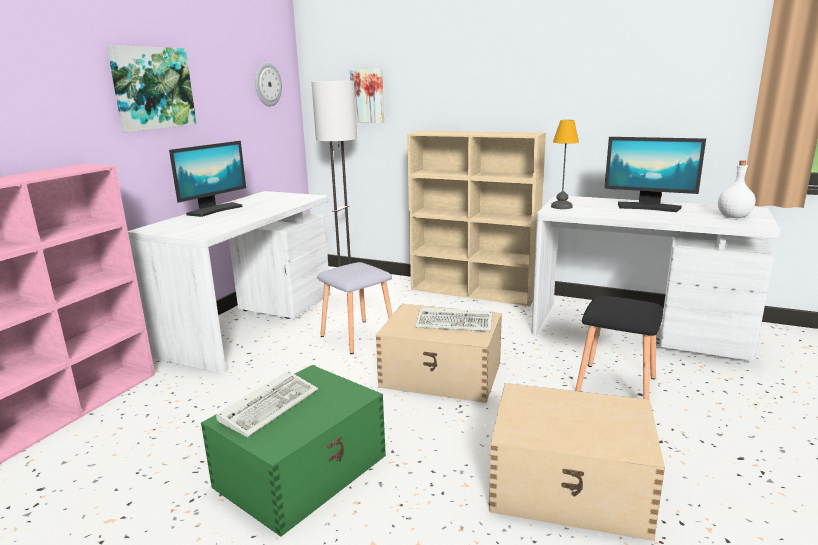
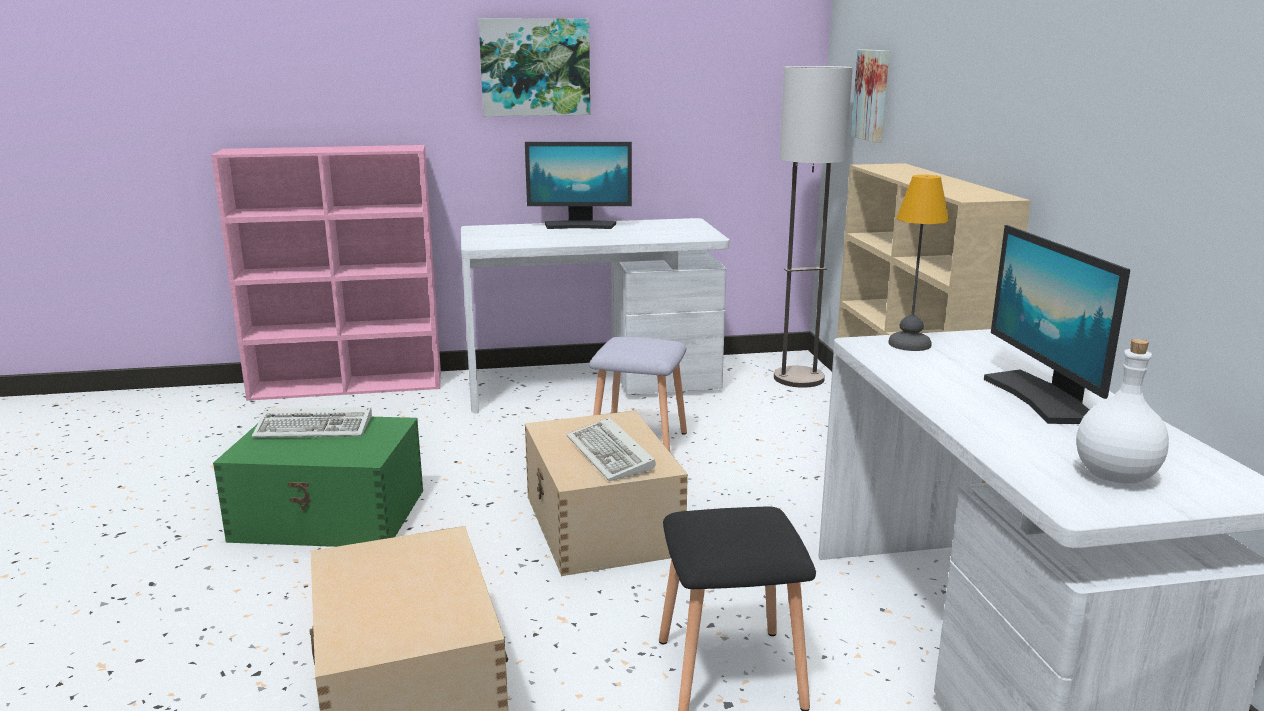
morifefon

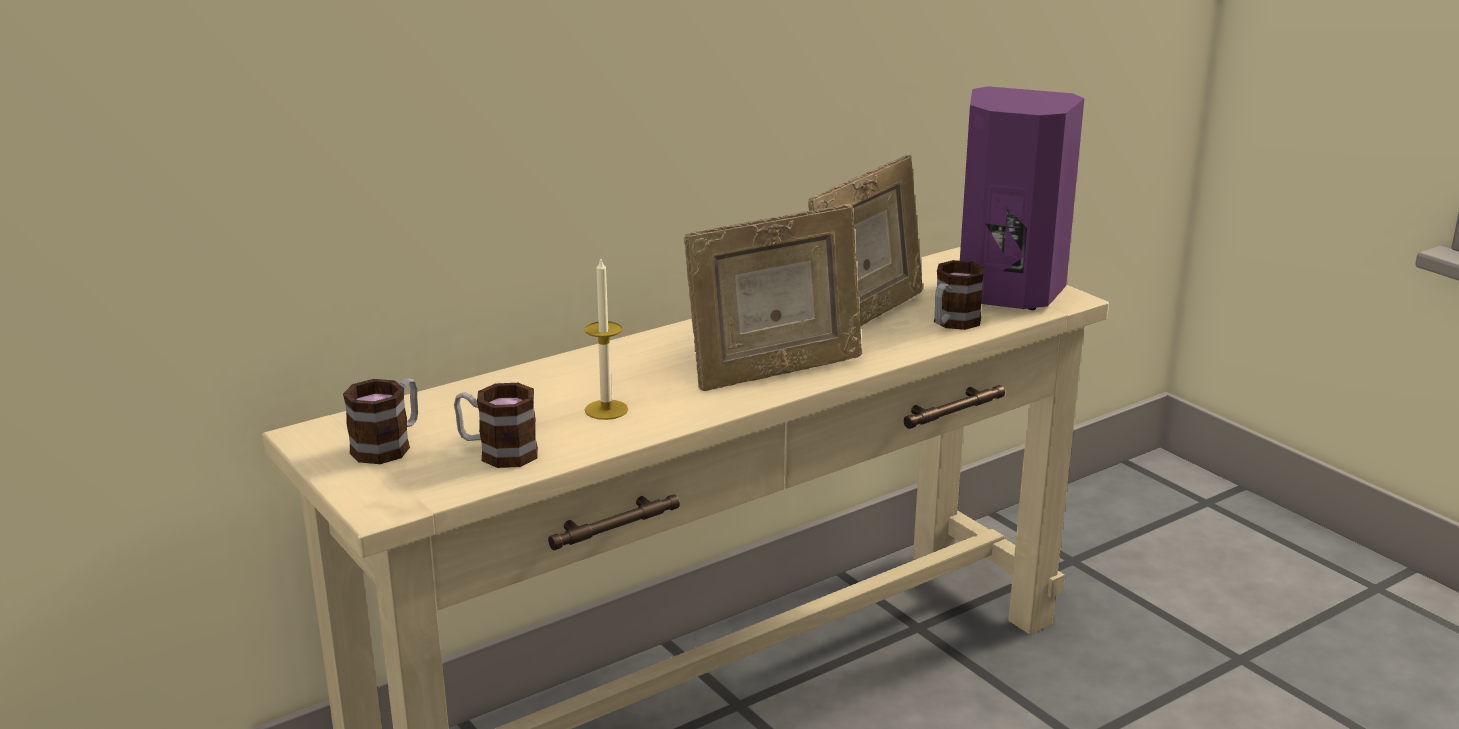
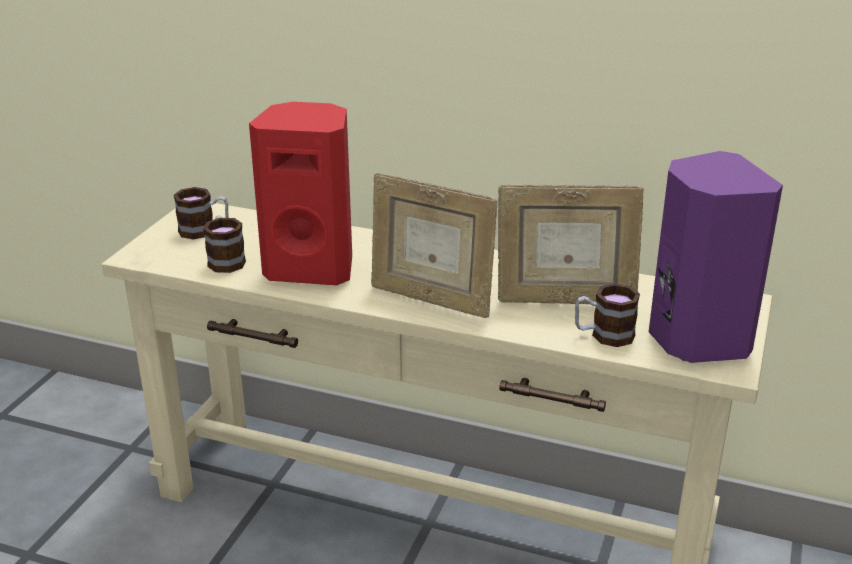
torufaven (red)

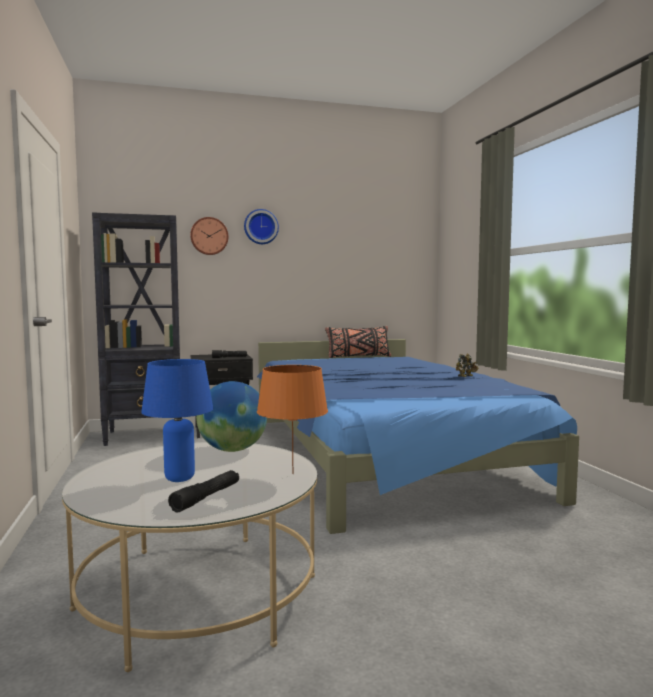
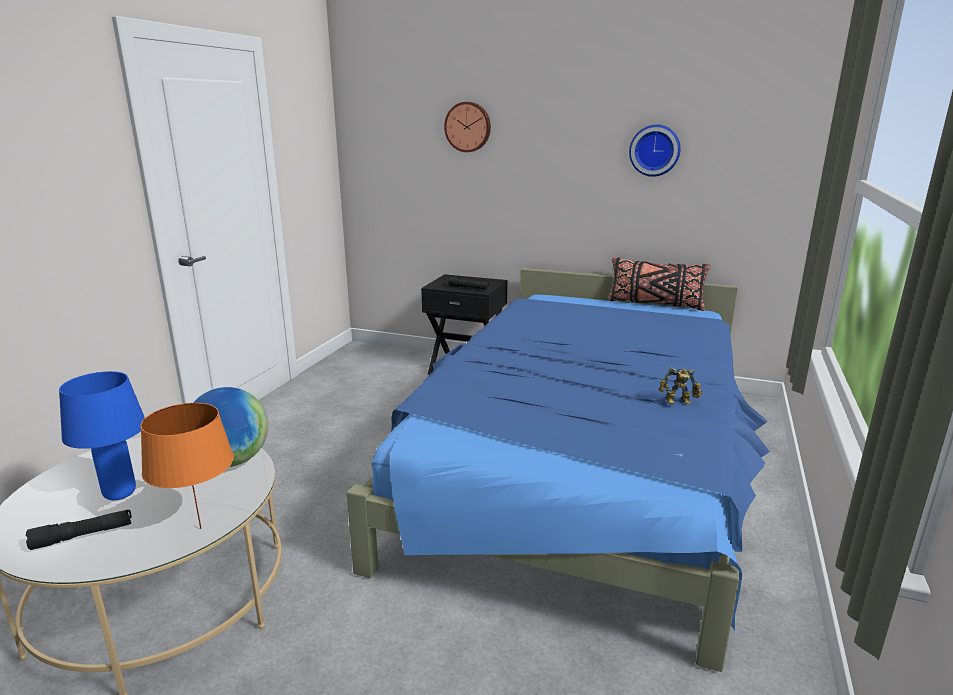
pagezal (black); morifefon (2nd from left)

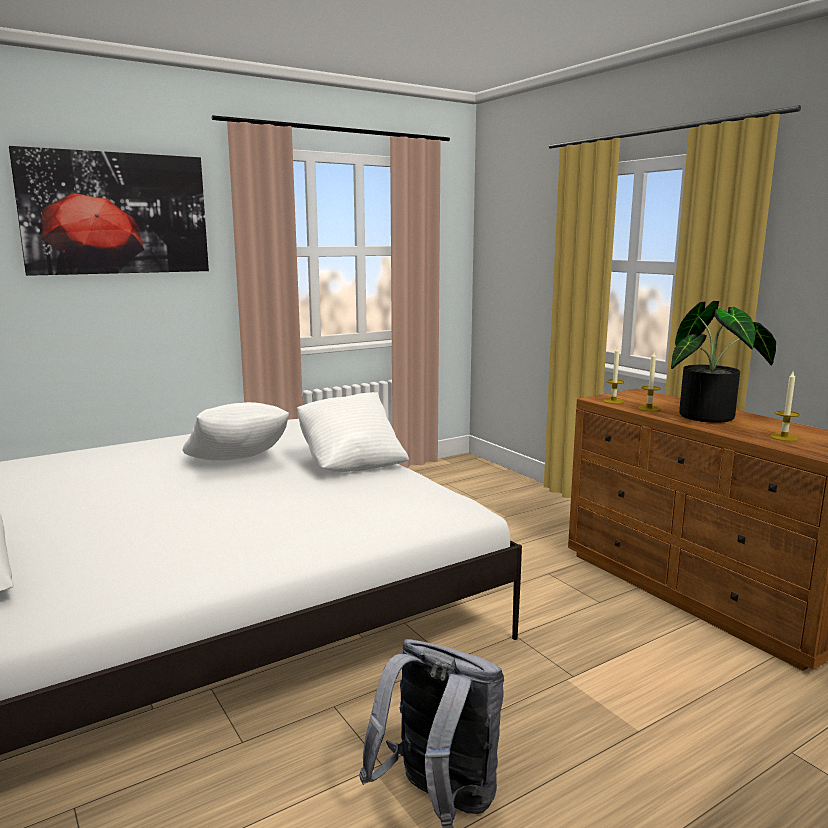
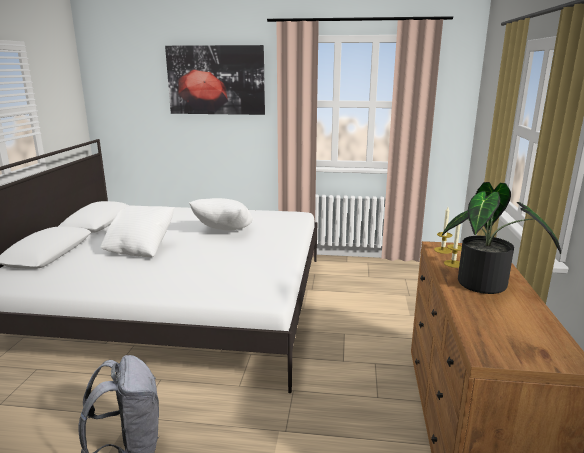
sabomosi (3rd from left in the first image); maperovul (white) (1st from left)

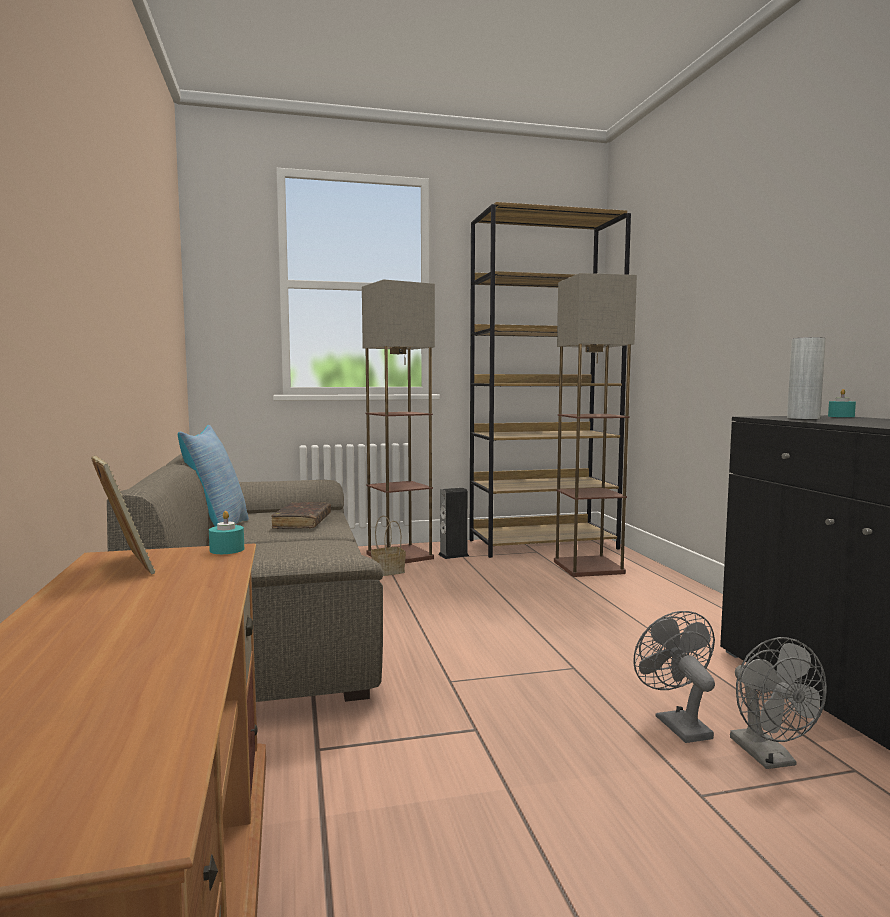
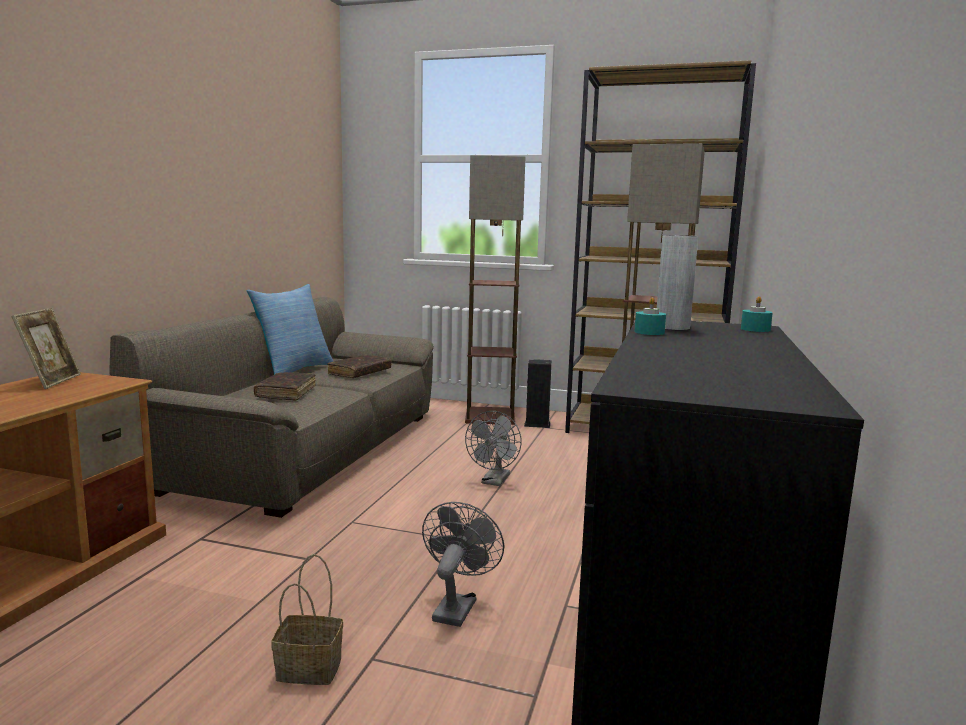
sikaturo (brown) (1st from left); sabomosi (turquoise) (1st from left); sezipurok; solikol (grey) (2nd from left)

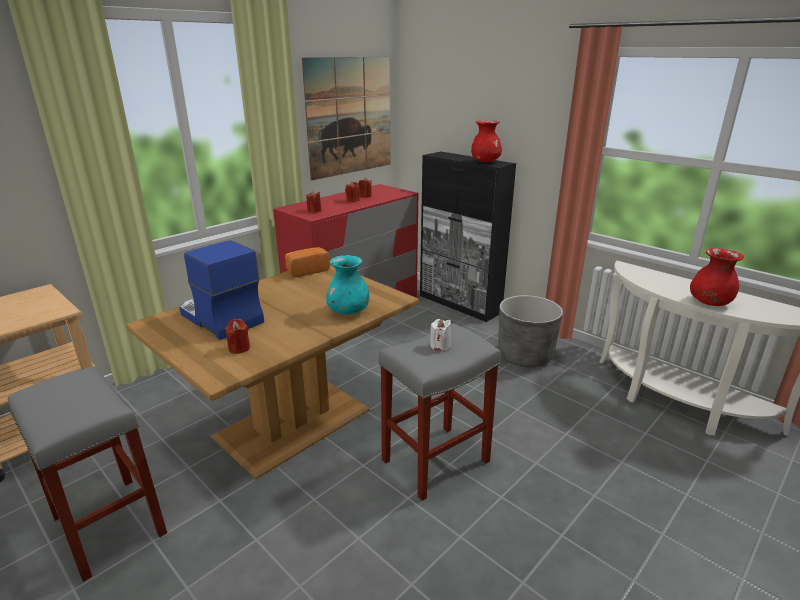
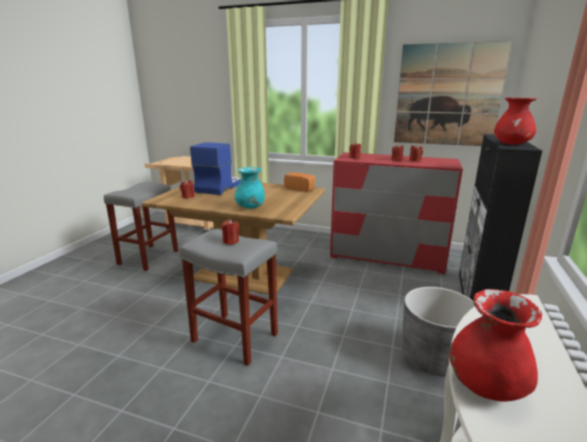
sabomosi (red) (2nd from left)

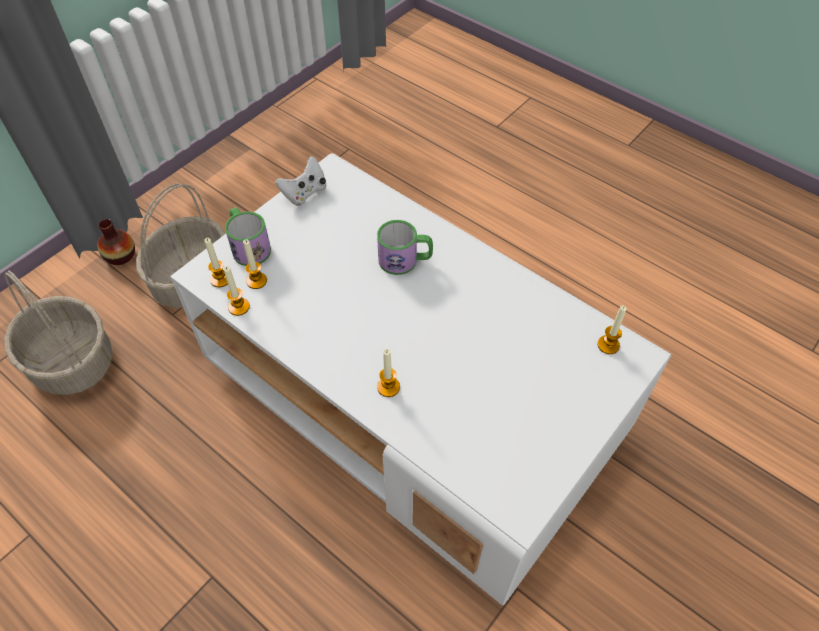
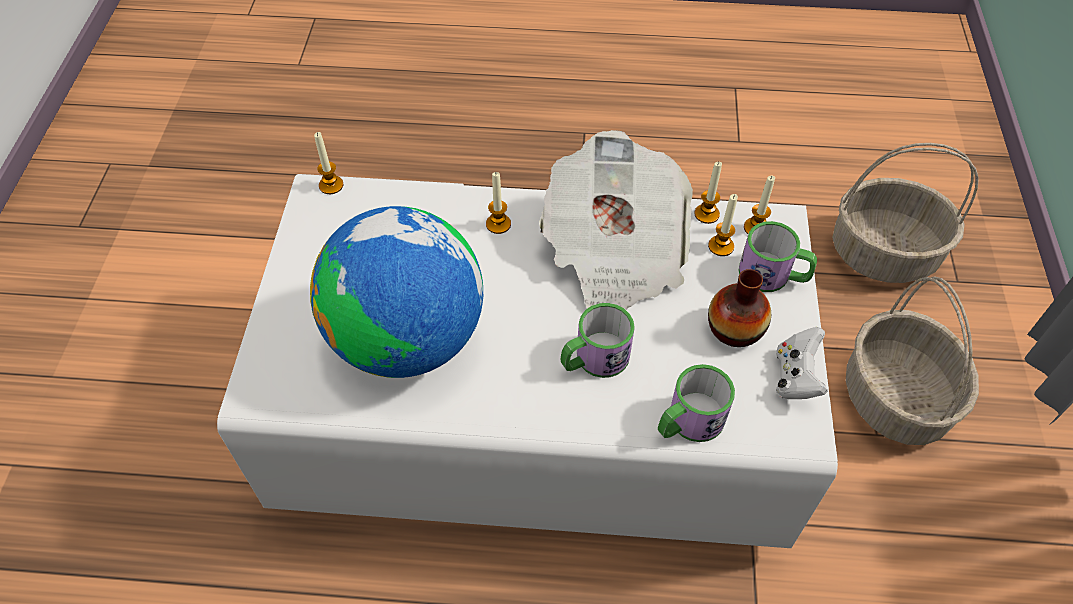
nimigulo; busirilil; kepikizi (2nd from left); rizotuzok; sabomosi (1st from left)

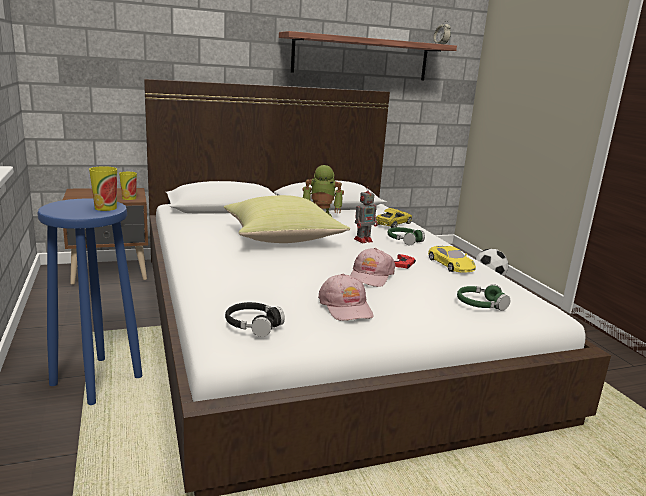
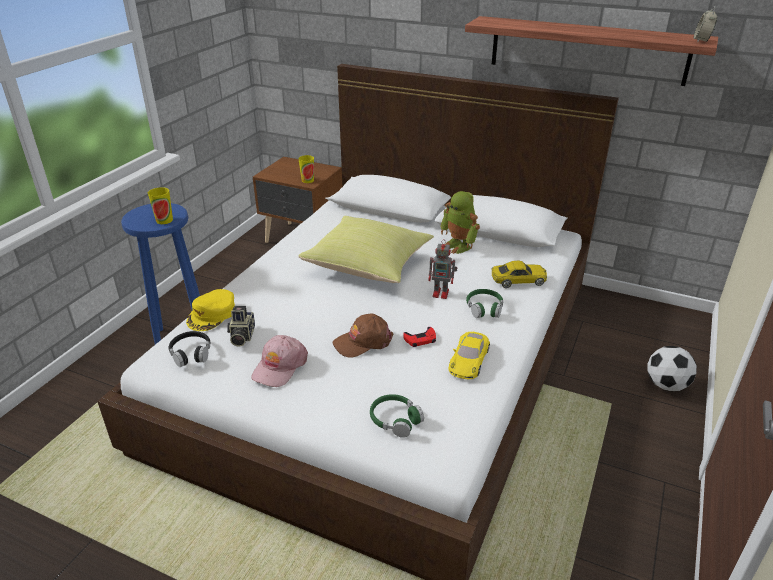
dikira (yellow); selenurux; dikira (brown)

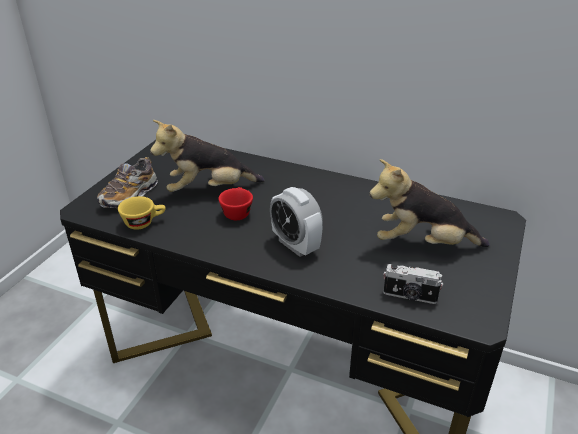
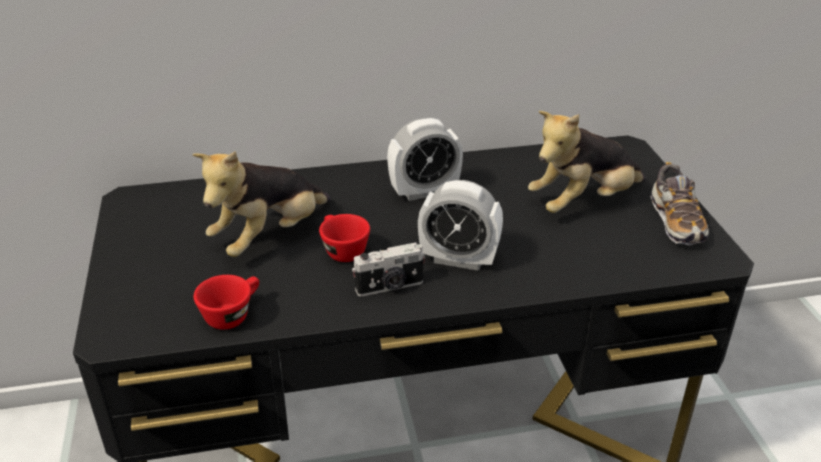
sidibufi (1st from left); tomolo; selenurux; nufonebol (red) (1st from left)

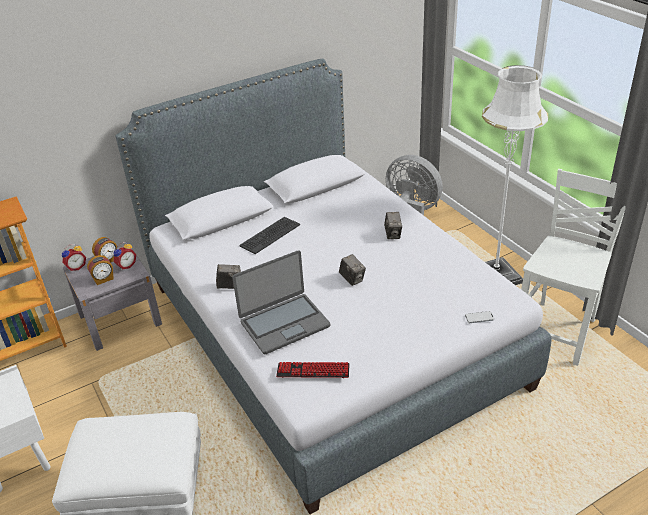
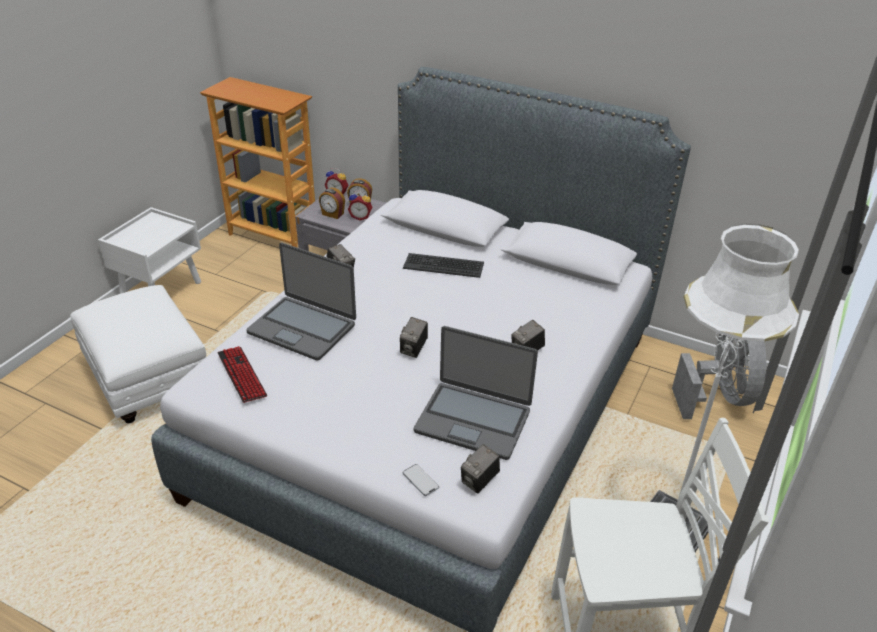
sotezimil (2nd from left); selenurux (3rd from left)

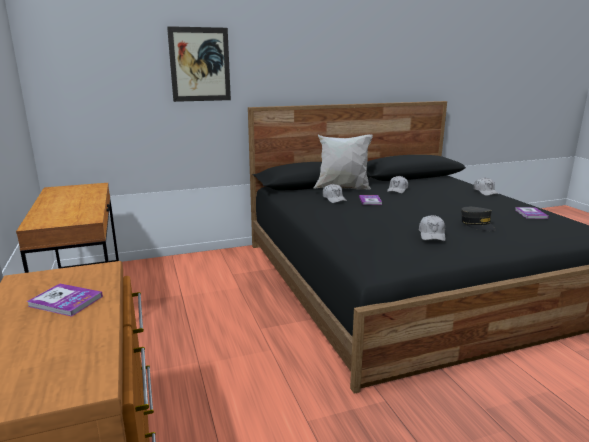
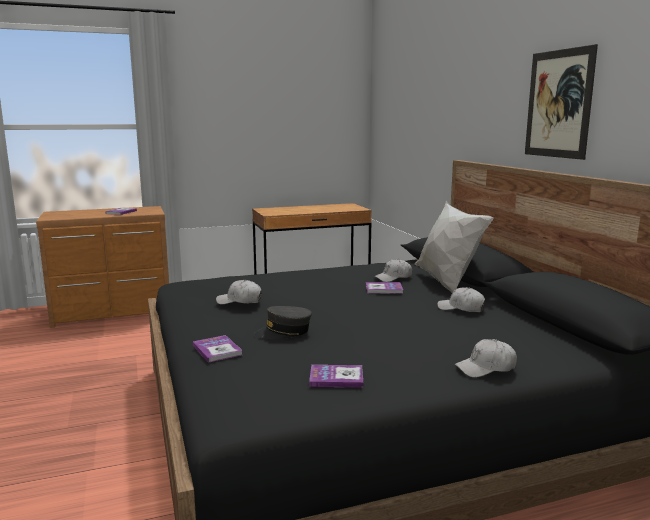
sikaturo (2nd from left); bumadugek

